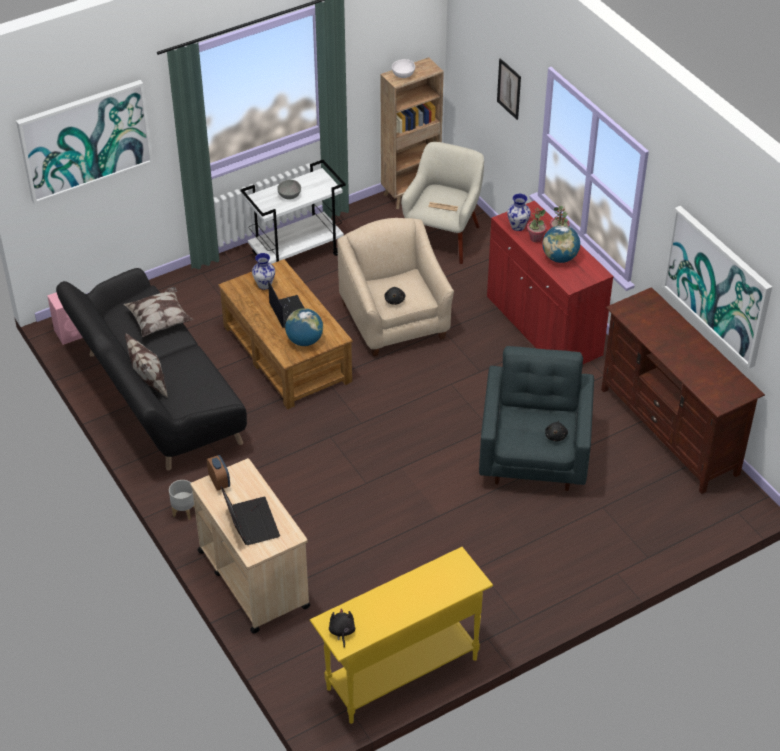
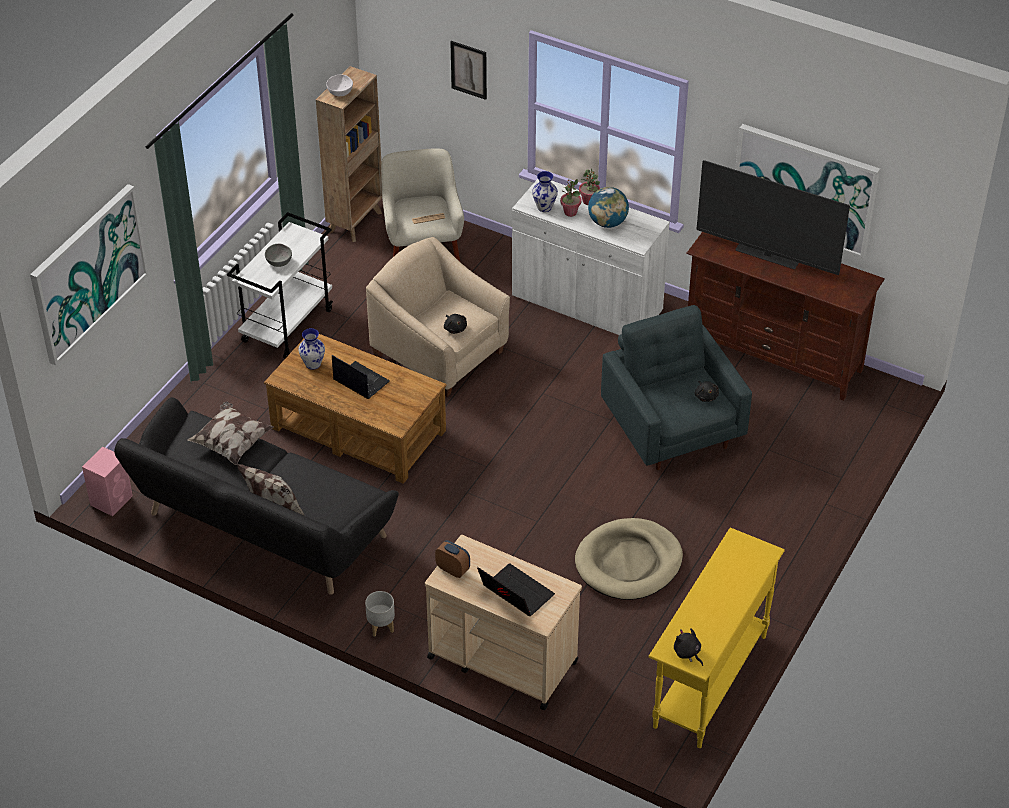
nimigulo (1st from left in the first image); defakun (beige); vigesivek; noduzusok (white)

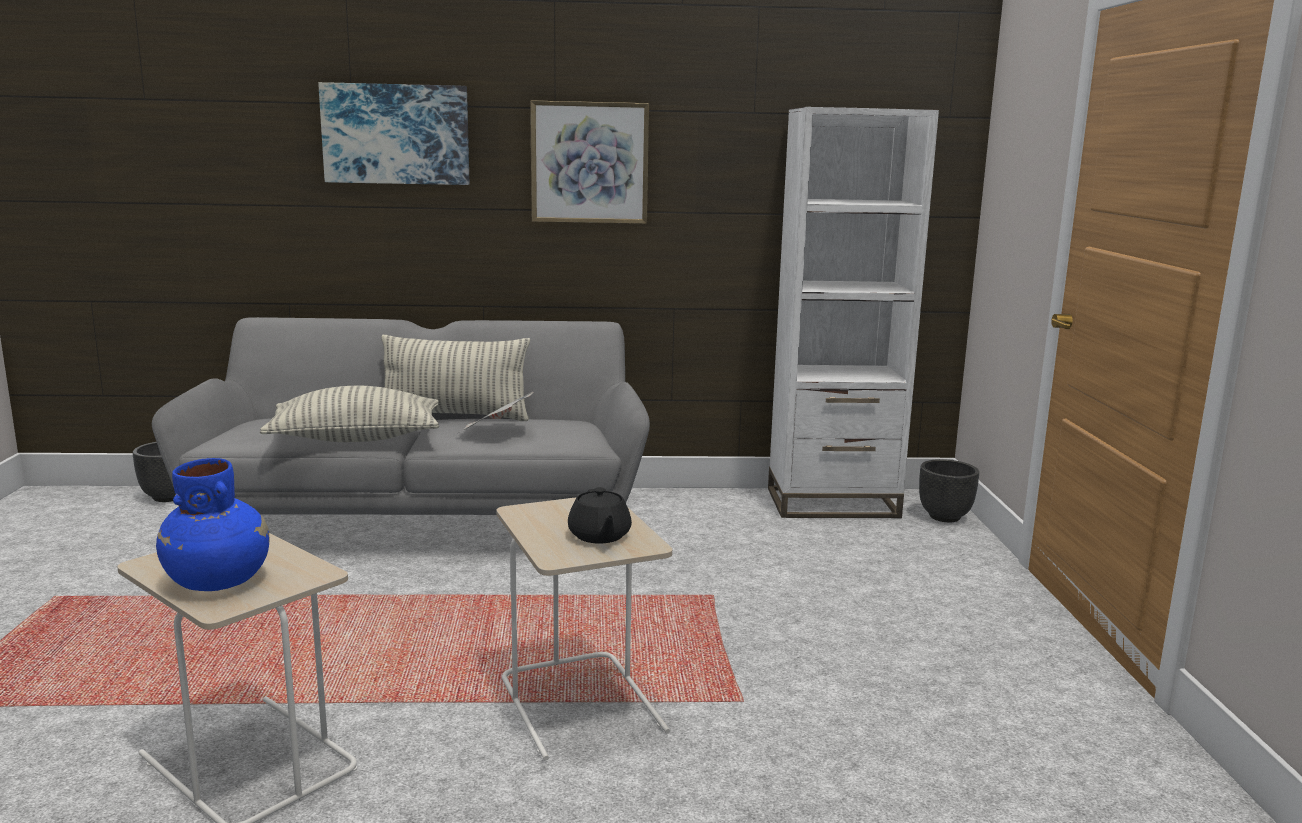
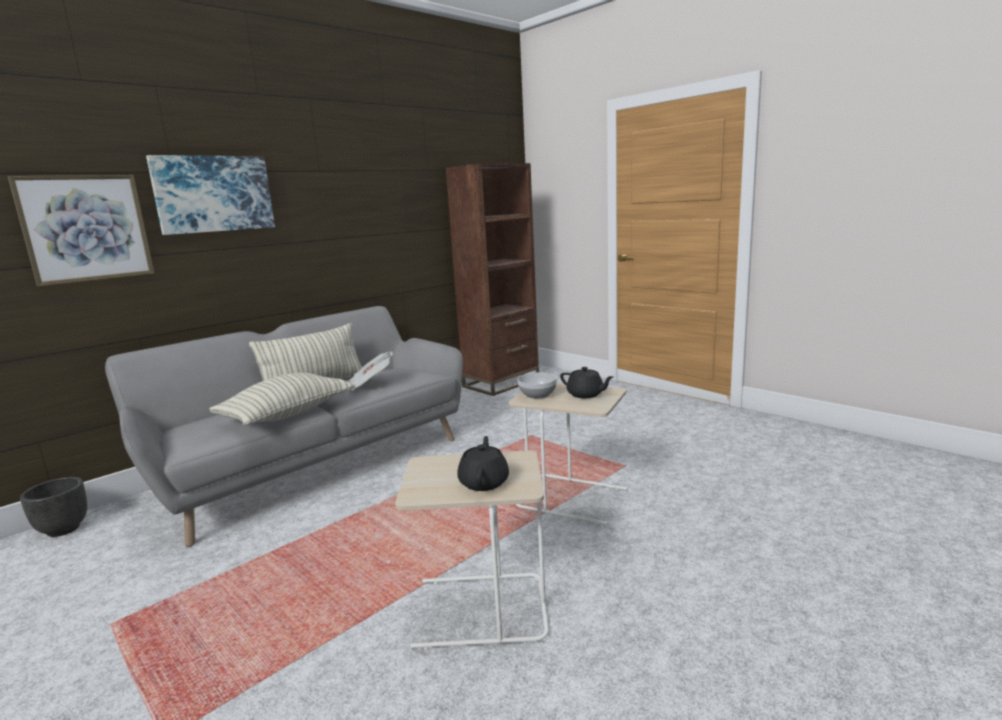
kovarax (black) (2nd from left in the first image); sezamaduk; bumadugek (1st from left); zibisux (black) (1st from left); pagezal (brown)

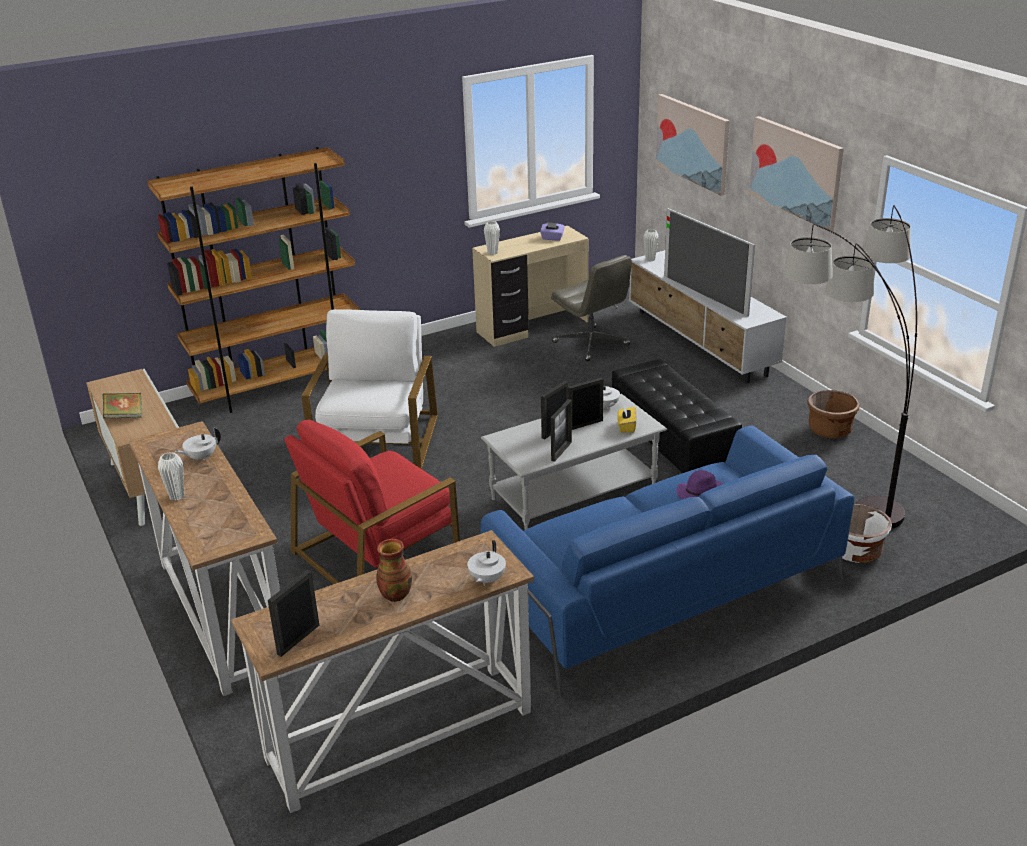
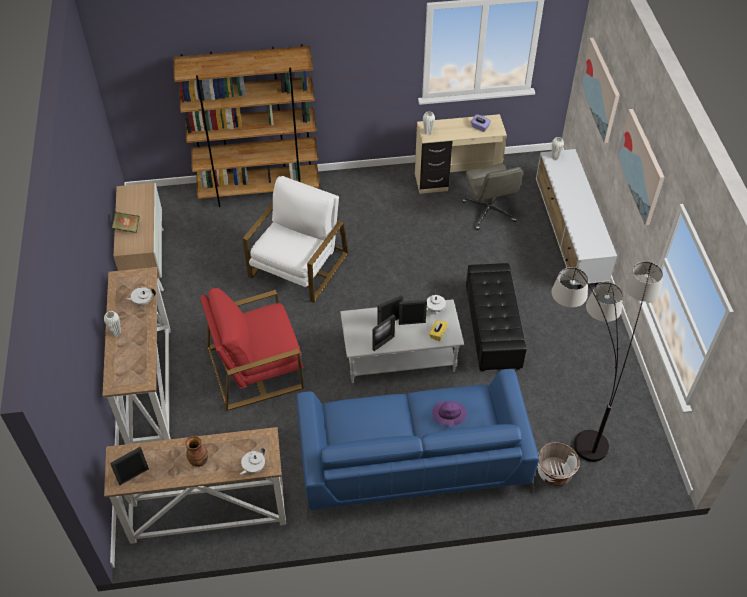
vigesivek; kovarax (brown)

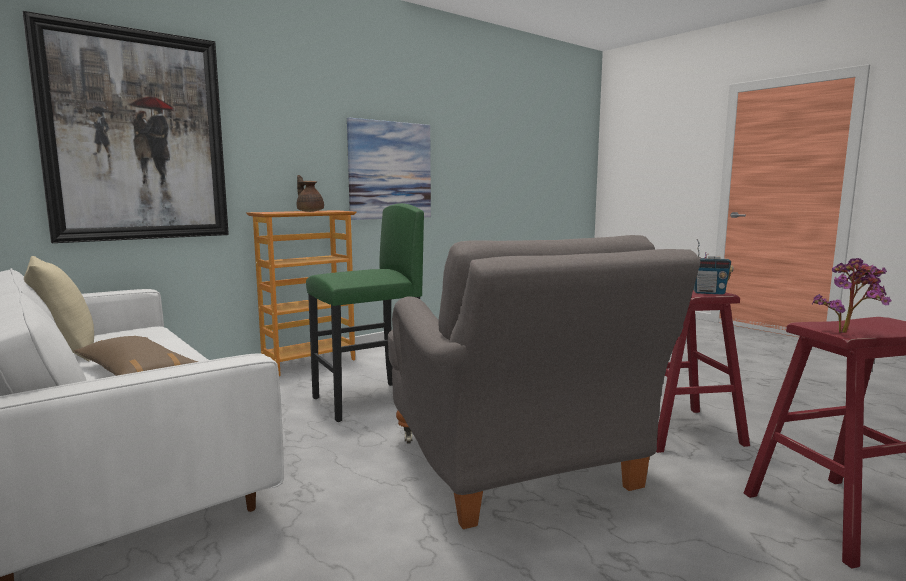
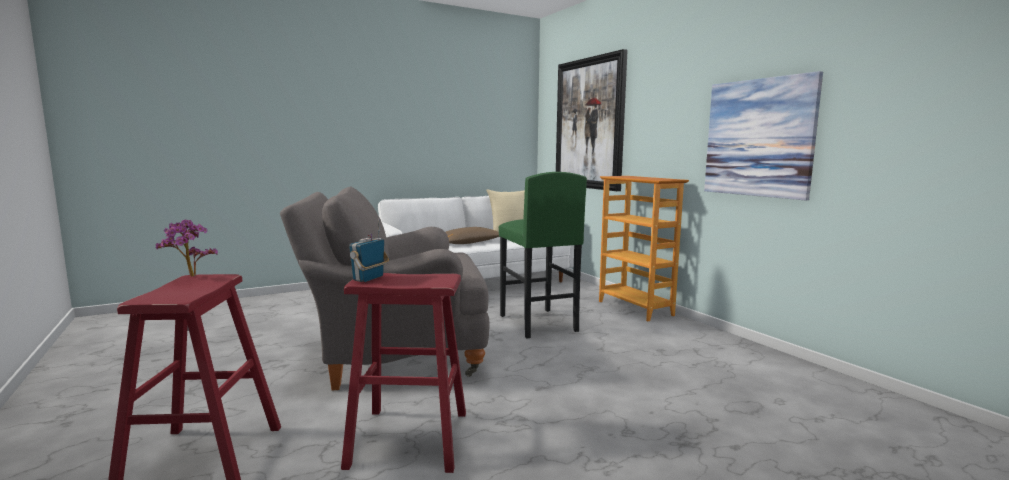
zibisux (brown)

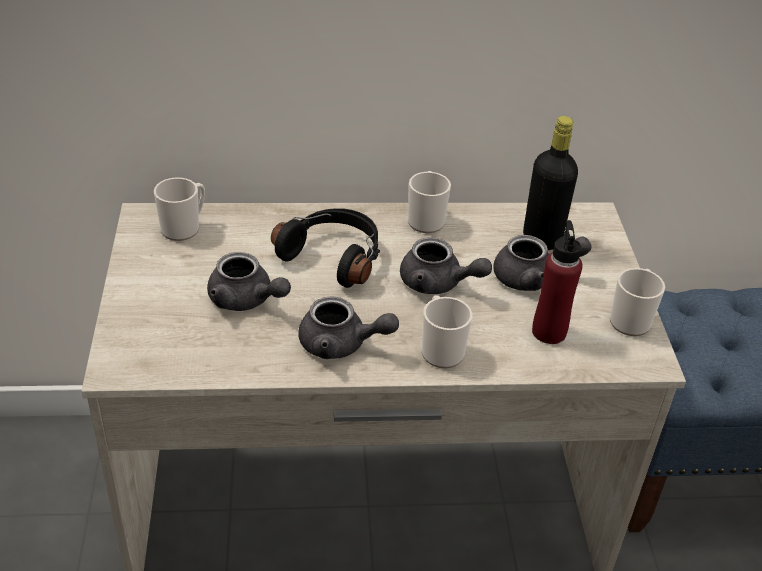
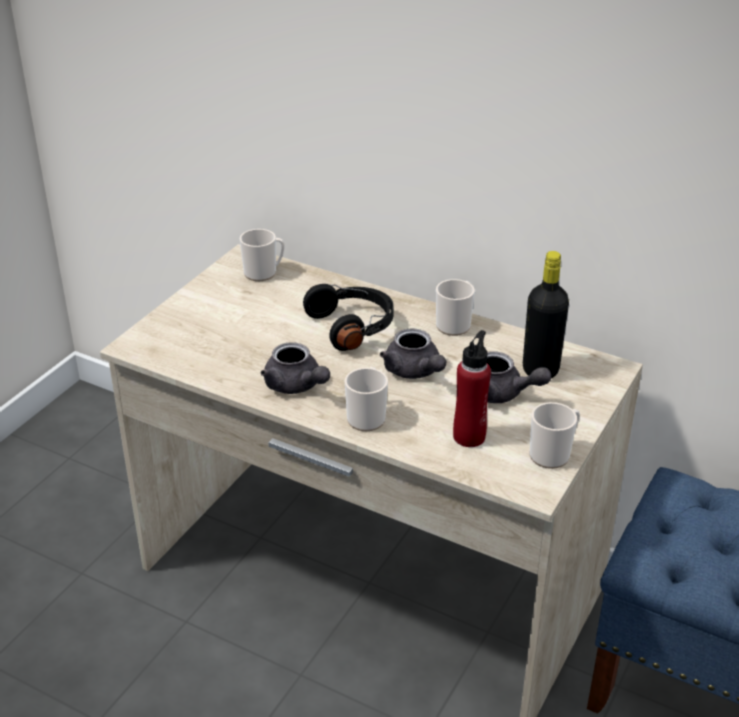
zibisux (grey) (1st from left in the first image)

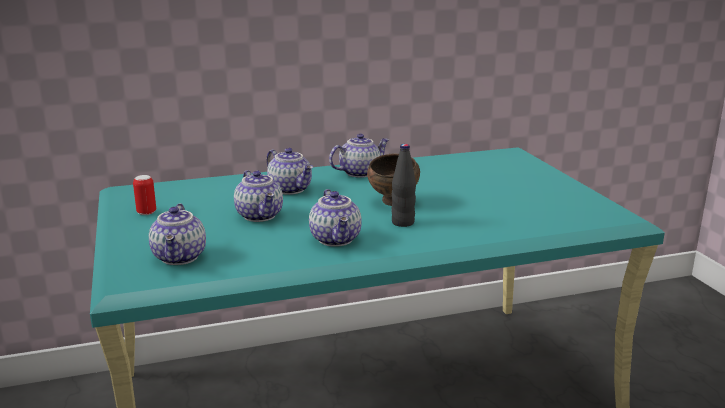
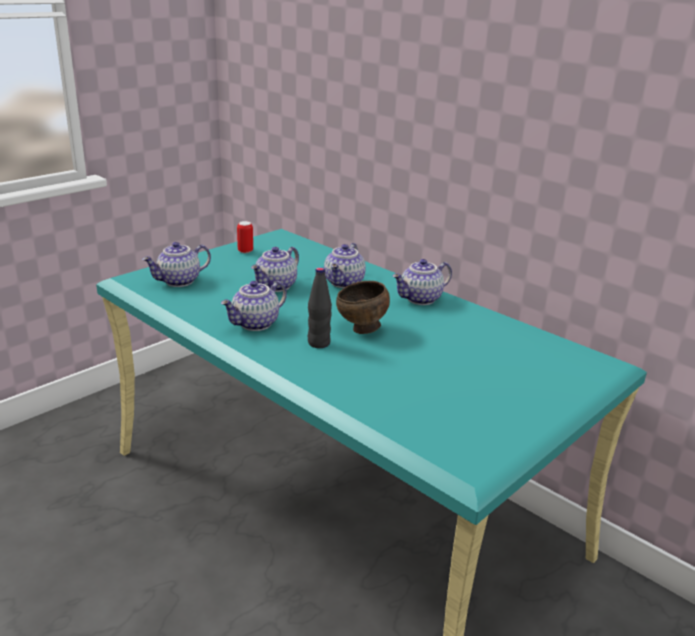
zibisux (5th from left)

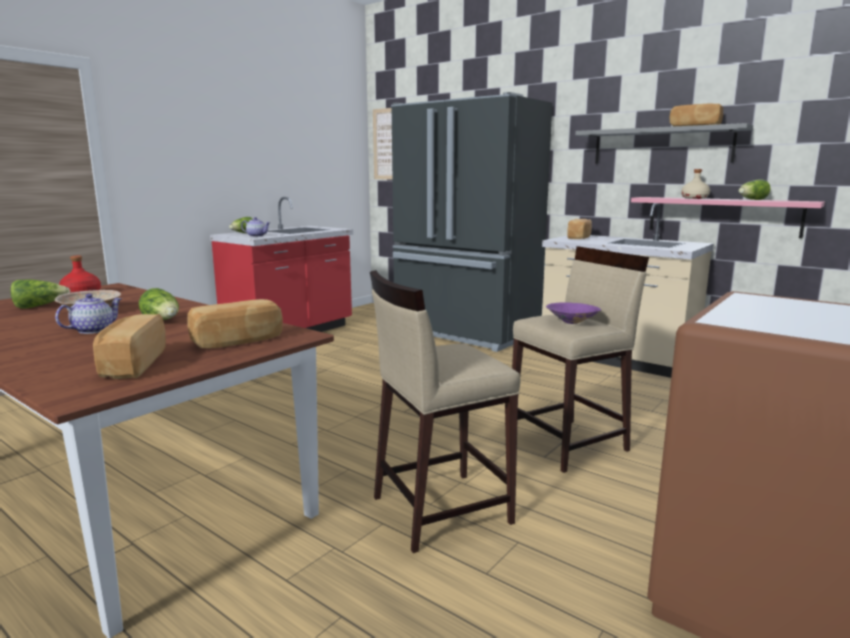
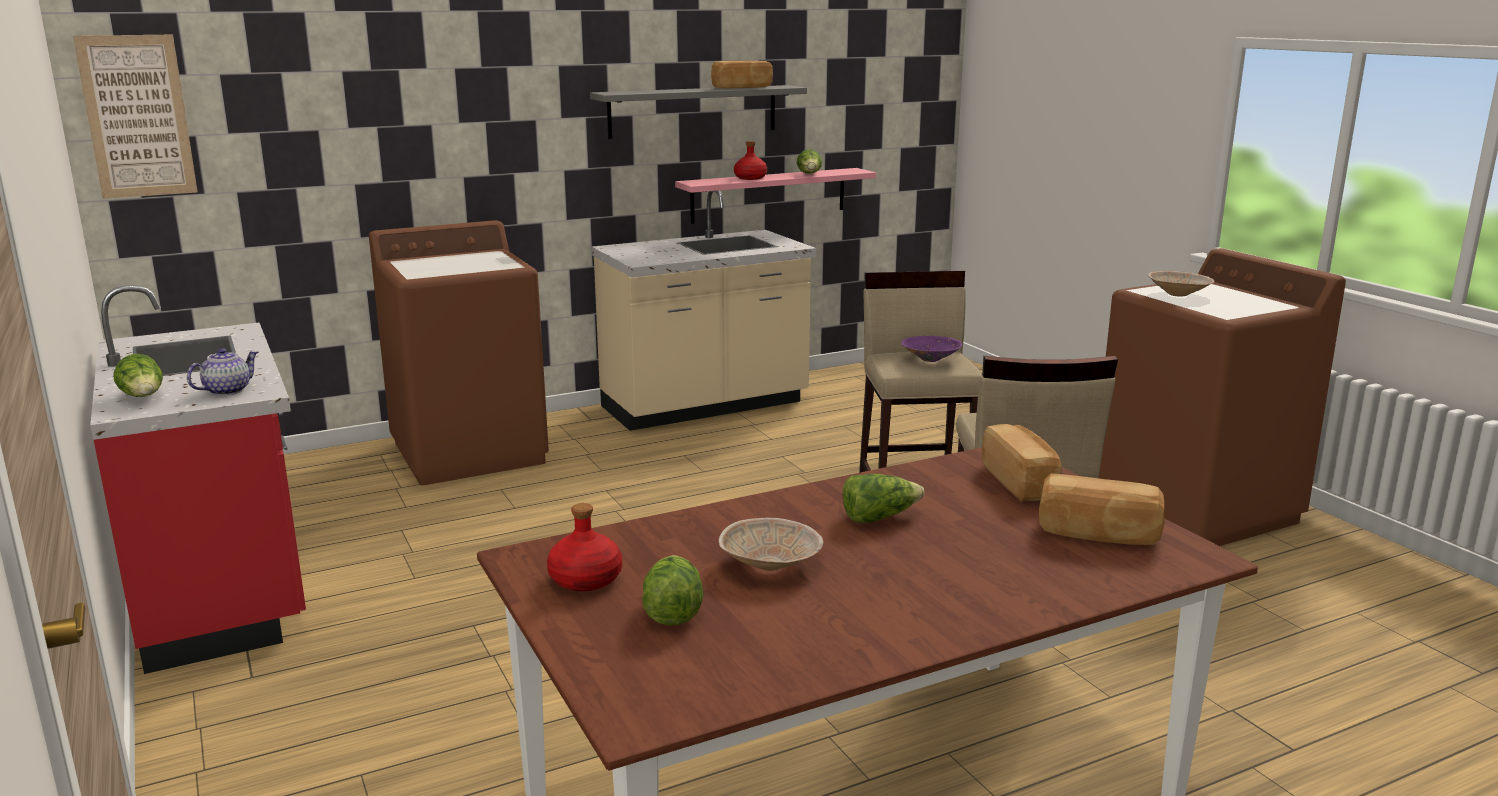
zibisux (1st from left in the first image); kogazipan (3rd from left in the first image); sezamaduk (beige) (2nd from left); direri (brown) (1st from left); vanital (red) (2nd from left)

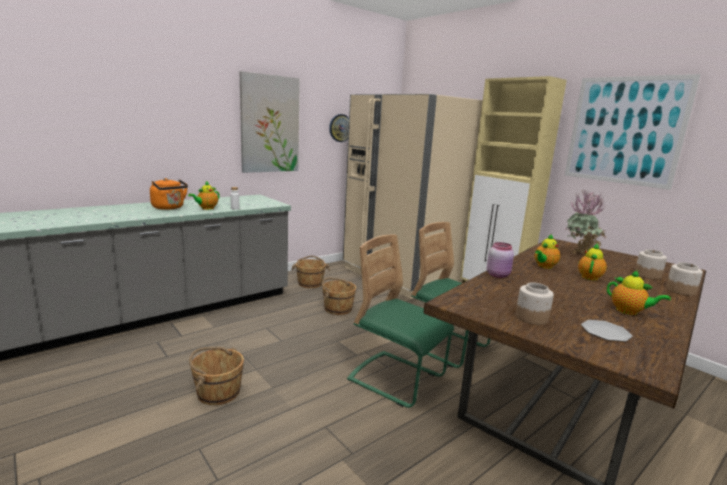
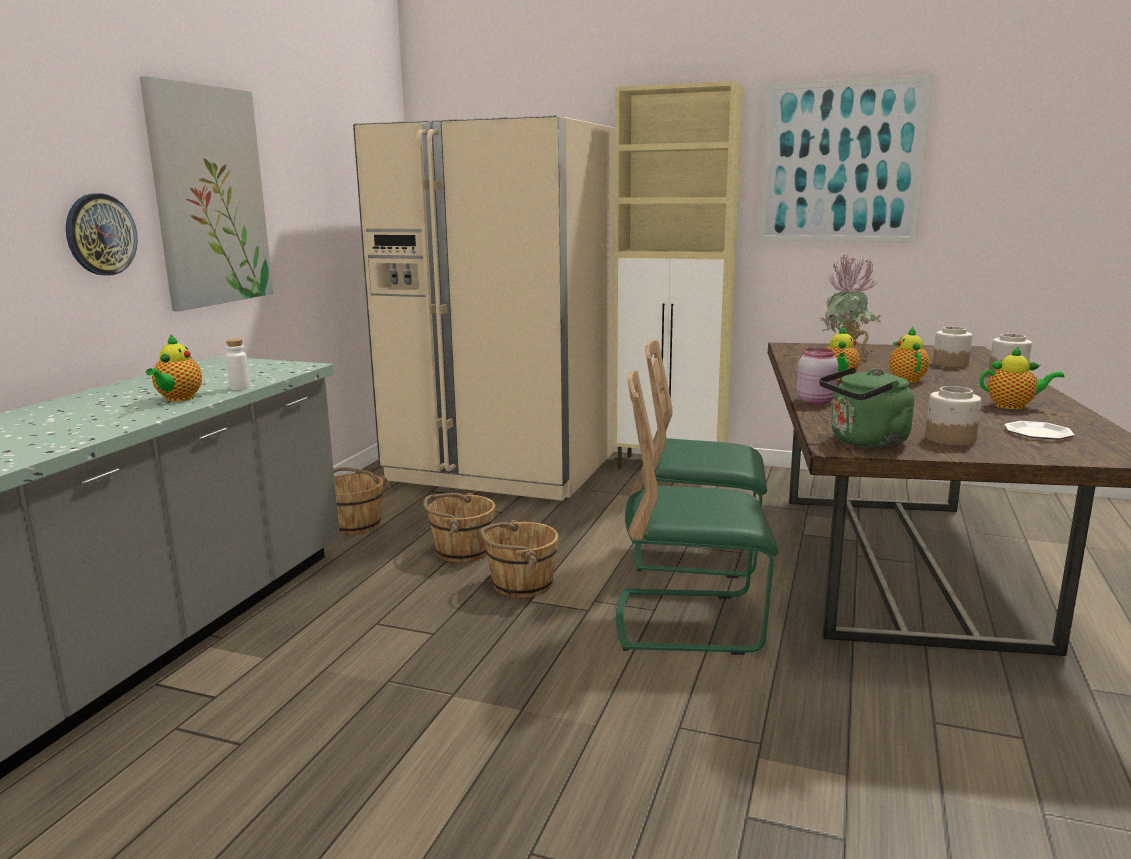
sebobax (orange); sebobax (green); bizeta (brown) (3rd from left); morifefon

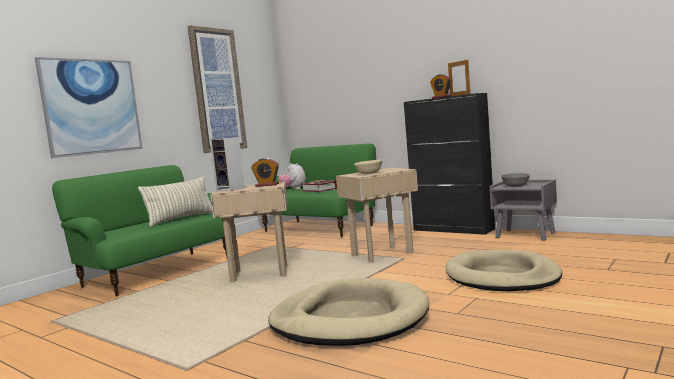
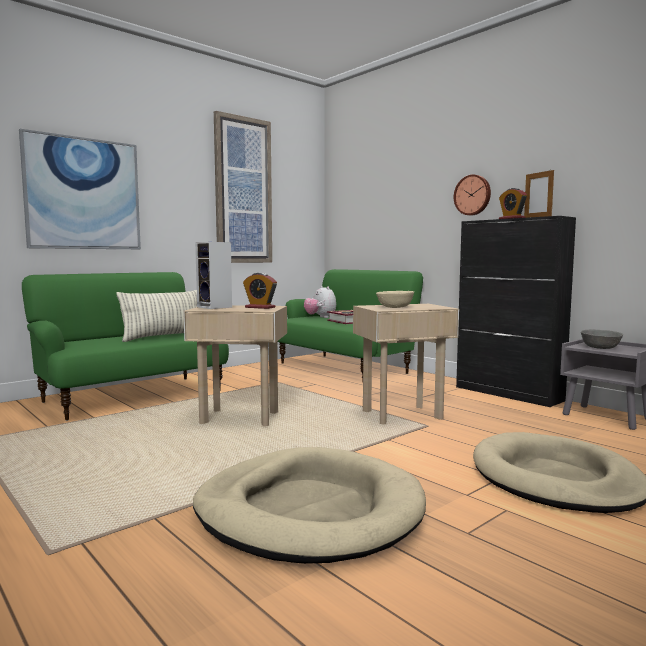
morifefon

